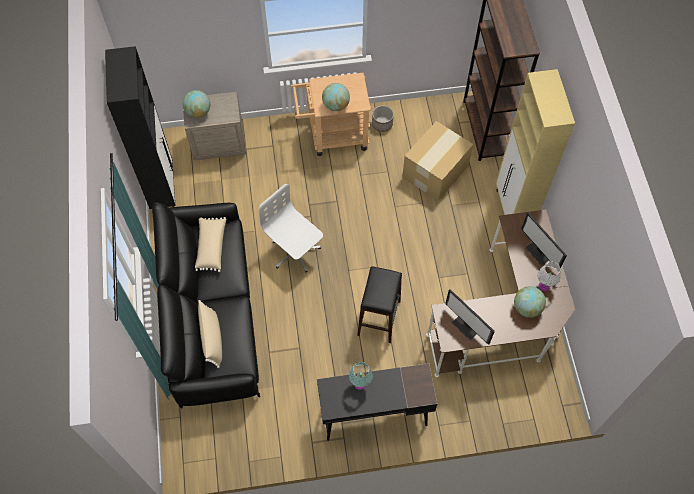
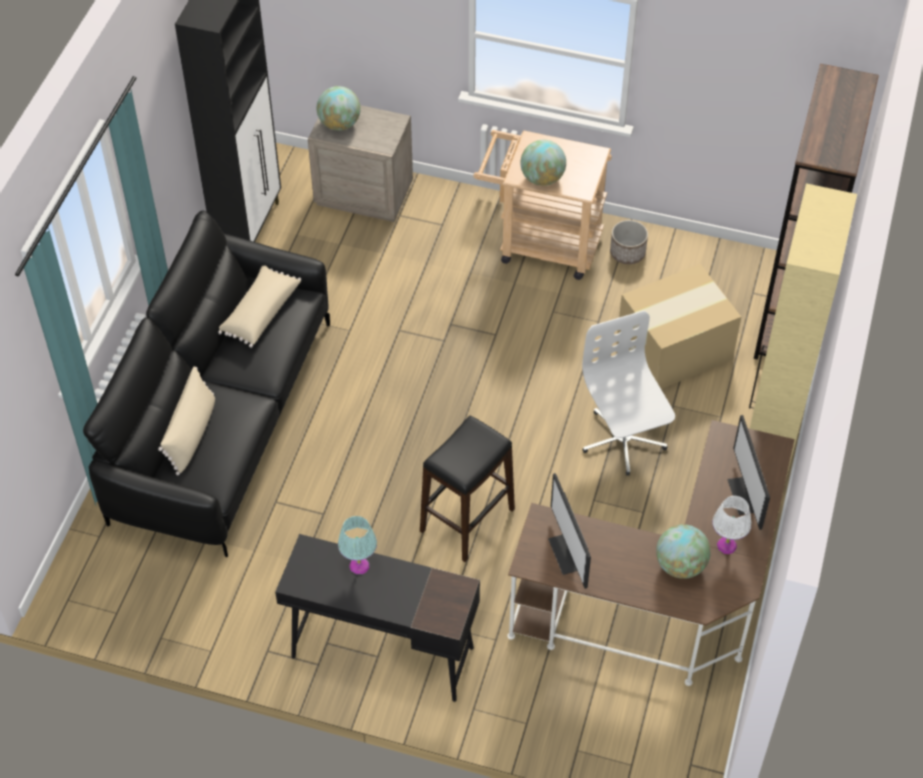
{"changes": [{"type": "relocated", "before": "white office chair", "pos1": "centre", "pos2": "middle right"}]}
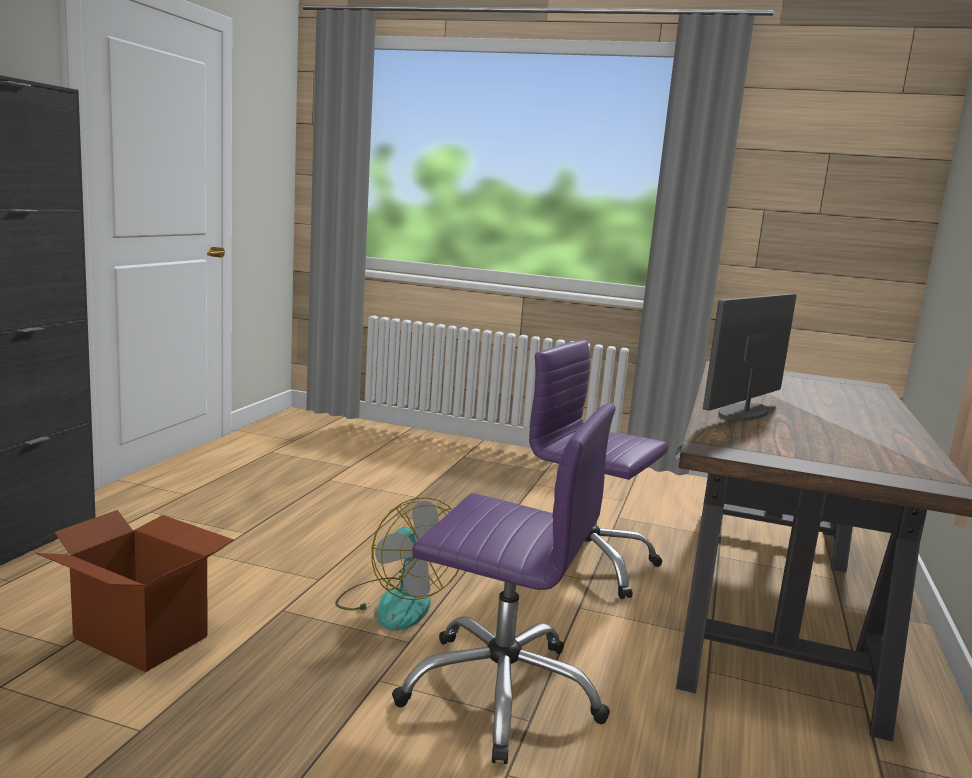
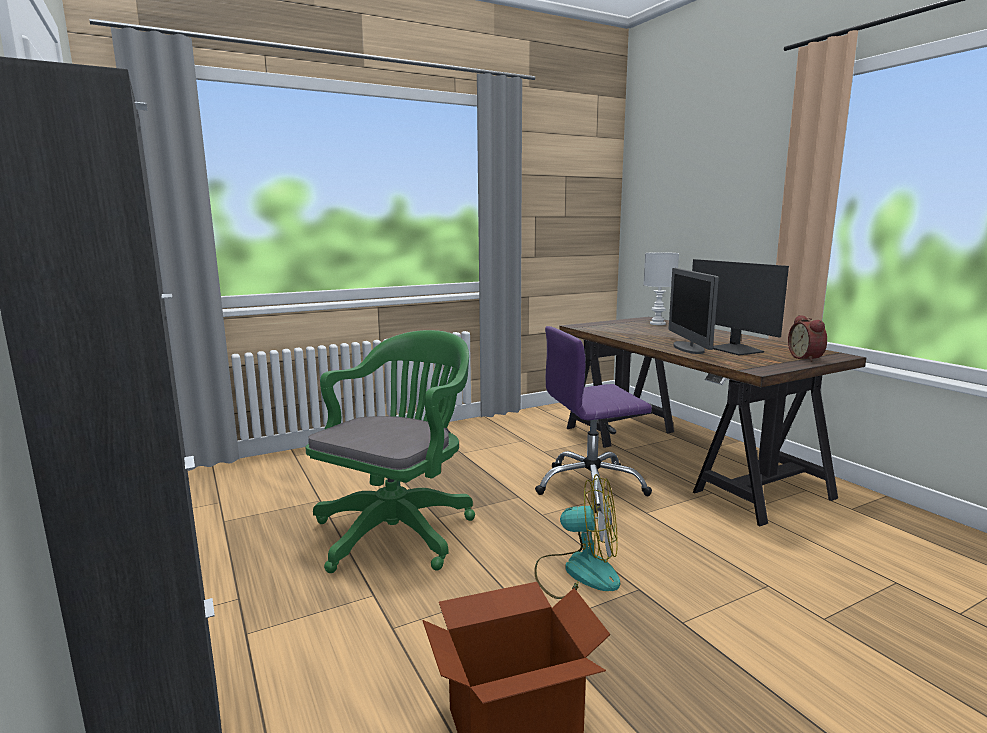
{"changes": [{"type": "missing", "before": "purple office chair (no. 1 from left)", "pos1": "bottom centre"}, {"type": "appeared", "after": "green office chair", "pos2": "centre"}, {"type": "appeared", "after": "white table lamp", "pos2": "middle right"}, {"type": "appeared", "after": "monitor (no. 2 from left)", "pos2": "middle right"}, {"type": "appeared", "after": "alarm clock", "pos2": "middle right"}]}
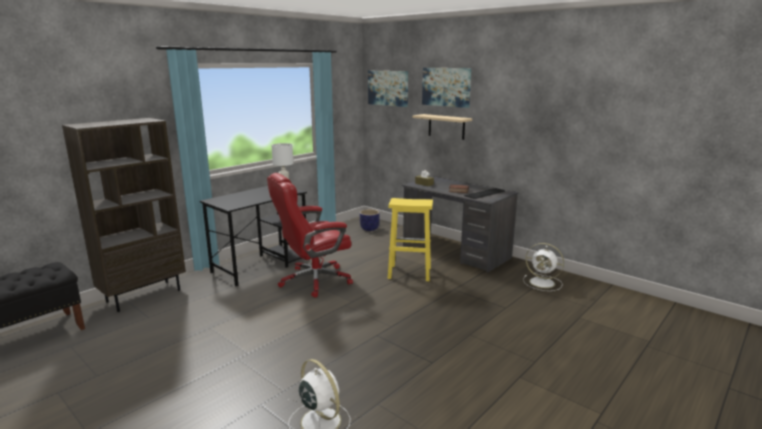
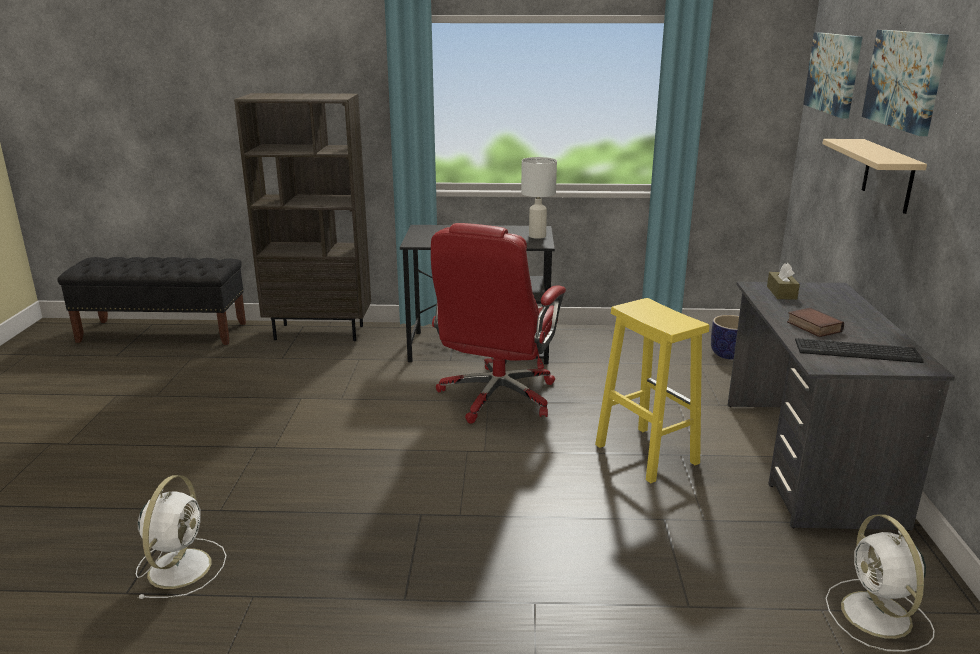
{"changes": [{"type": "spun", "before": "red office chair", "pos1": "centre", "pos2": "centre", "turn": -90}]}
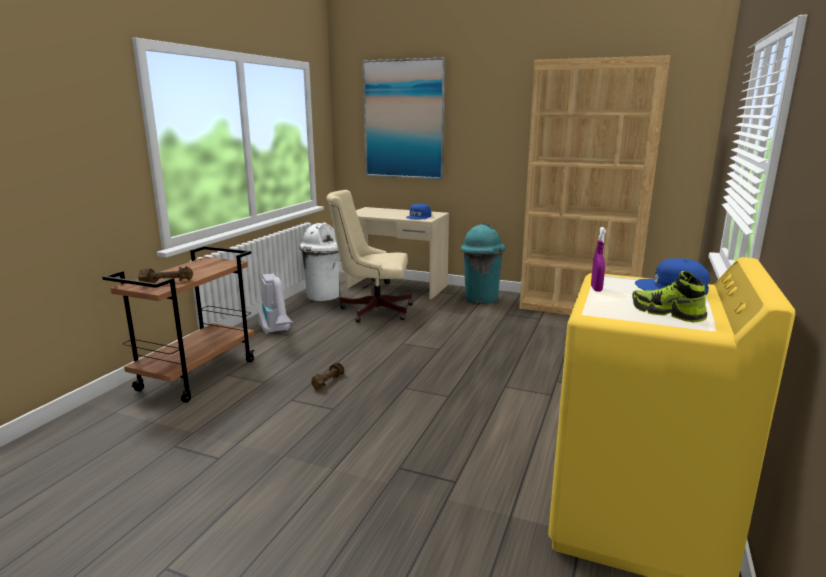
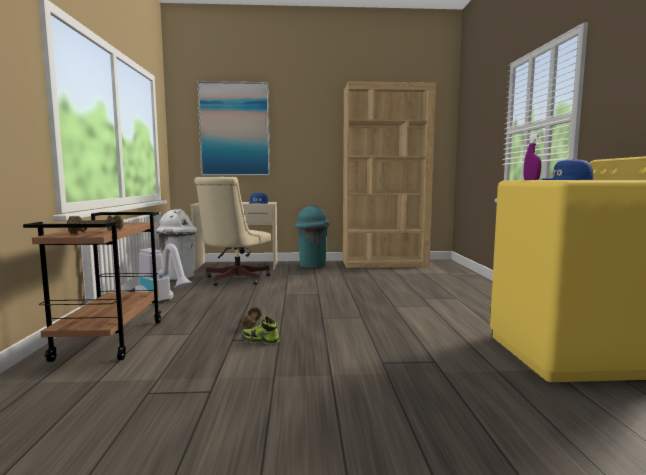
{"changes": [{"type": "relocated", "before": "shoe", "pos1": "middle right", "pos2": "bottom centre"}, {"type": "spun", "before": "beige office chair", "pos1": "centre", "pos2": "centre", "turn": -45}]}
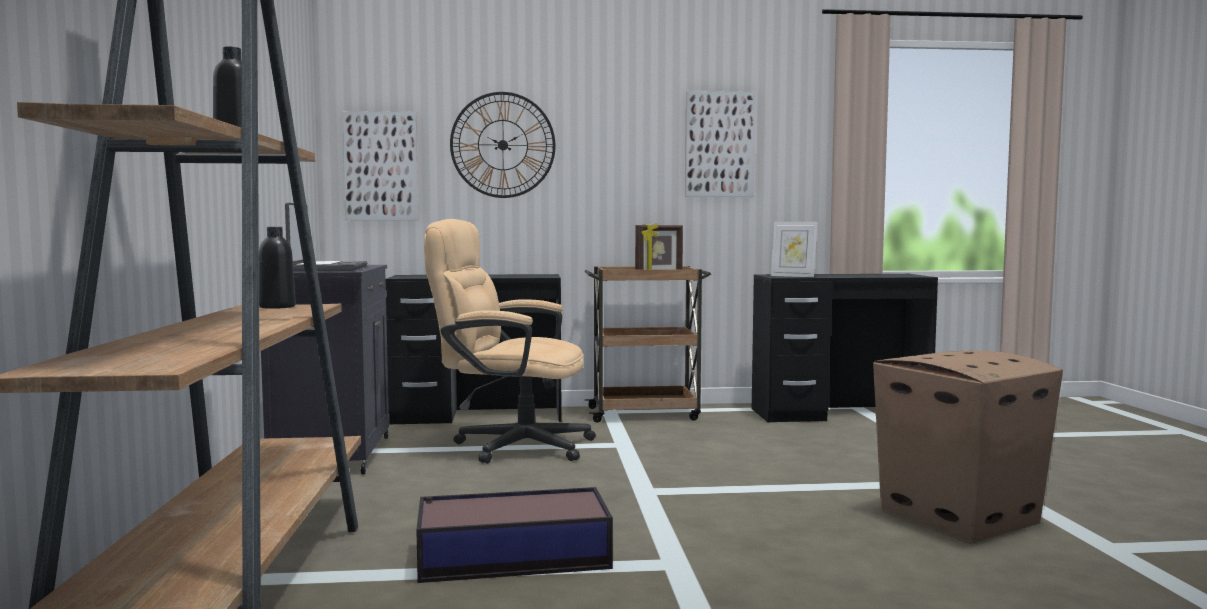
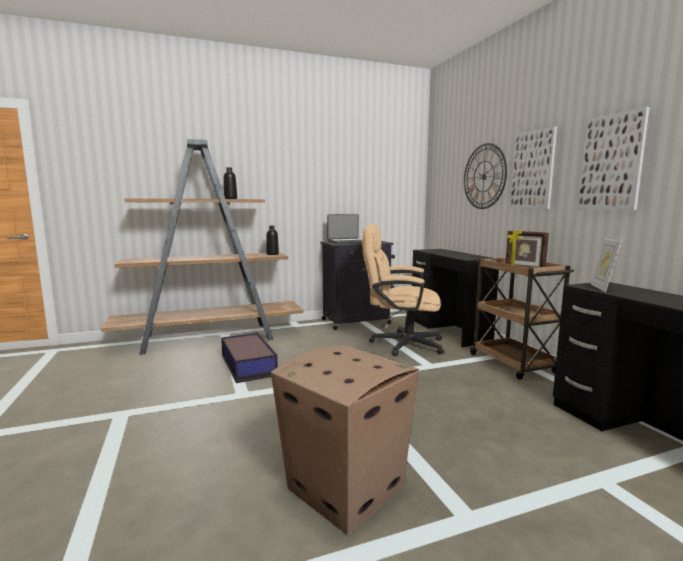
{"changes": [{"type": "relocated", "before": "picture (no. 1 from left)", "pos1": "top left", "pos2": "top right"}, {"type": "spun", "before": "beige office chair", "pos1": "centre", "pos2": "centre", "turn": -75}]}
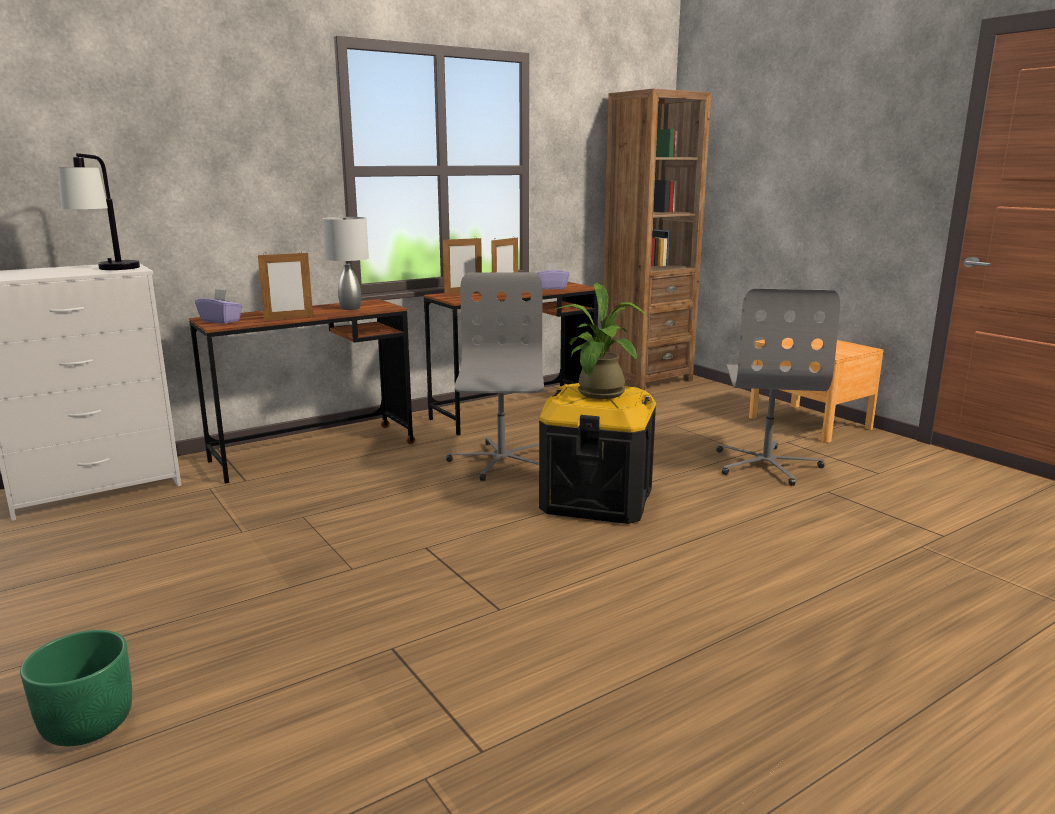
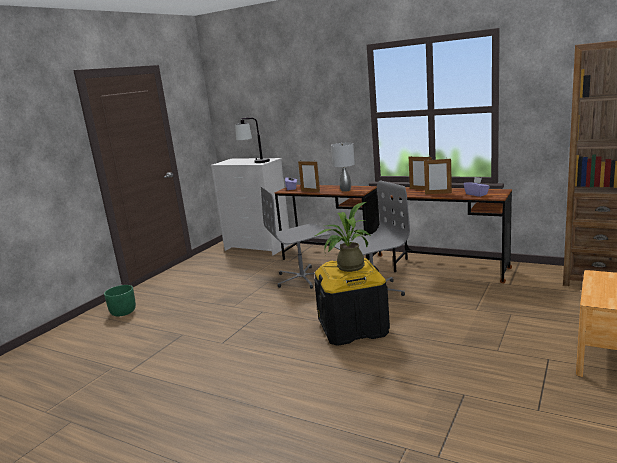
{"changes": [{"type": "relocated", "before": "grey office chair (no. 2 from left in the first image)", "after": "grey office chair (no. 1 from left)", "pos1": "middle right", "pos2": "centre"}]}
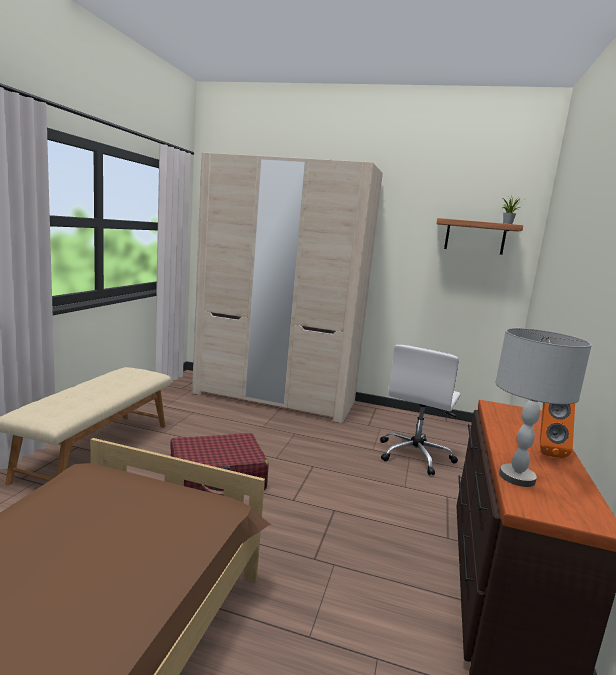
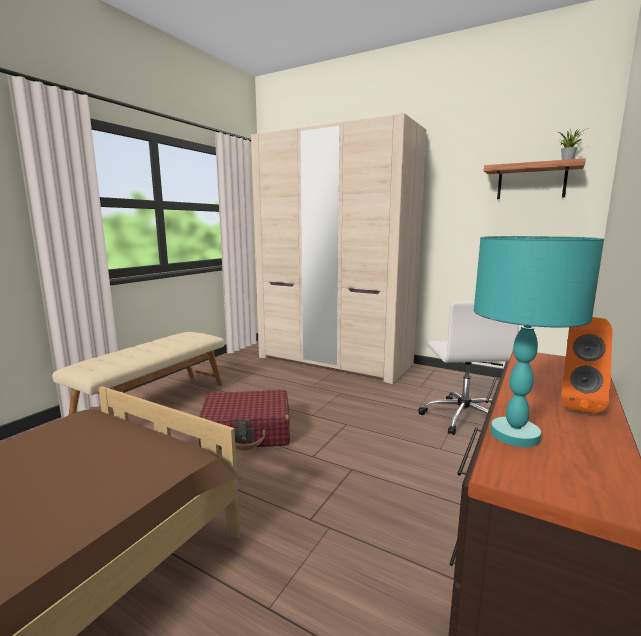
{"changes": [{"type": "colour", "before": "grey table lamp", "after": "turquoise table lamp", "pos1": "middle right", "pos2": "middle right"}, {"type": "spun", "before": "white office chair", "pos1": "middle right", "pos2": "middle right", "turn": -45}]}
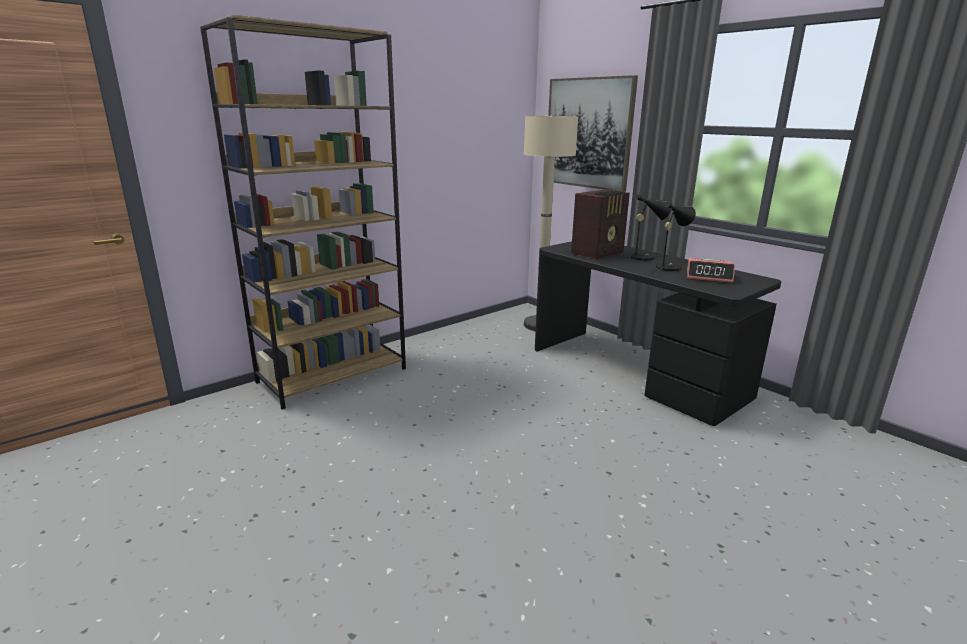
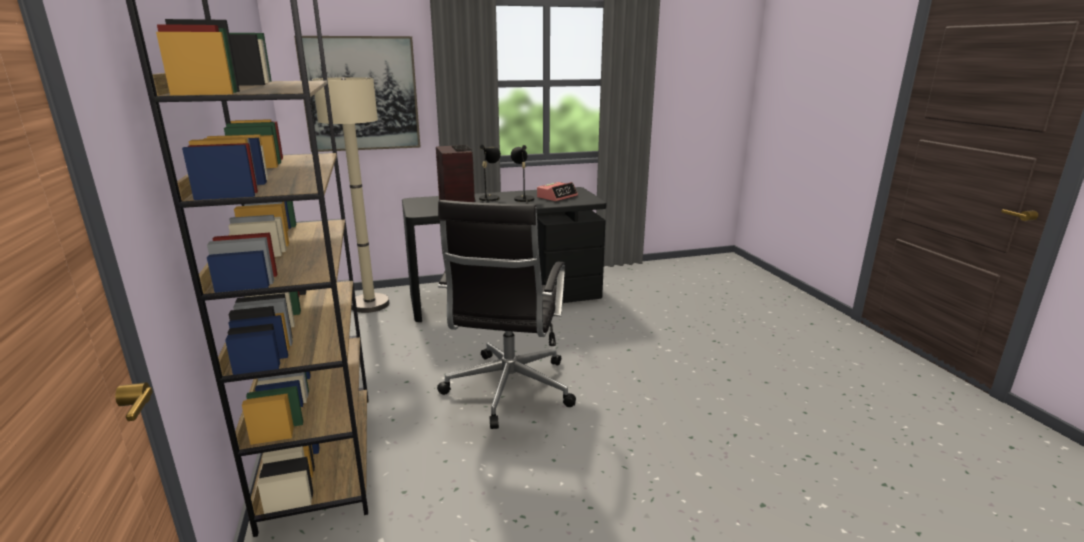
{"changes": [{"type": "appeared", "after": "black office chair", "pos2": "centre"}]}
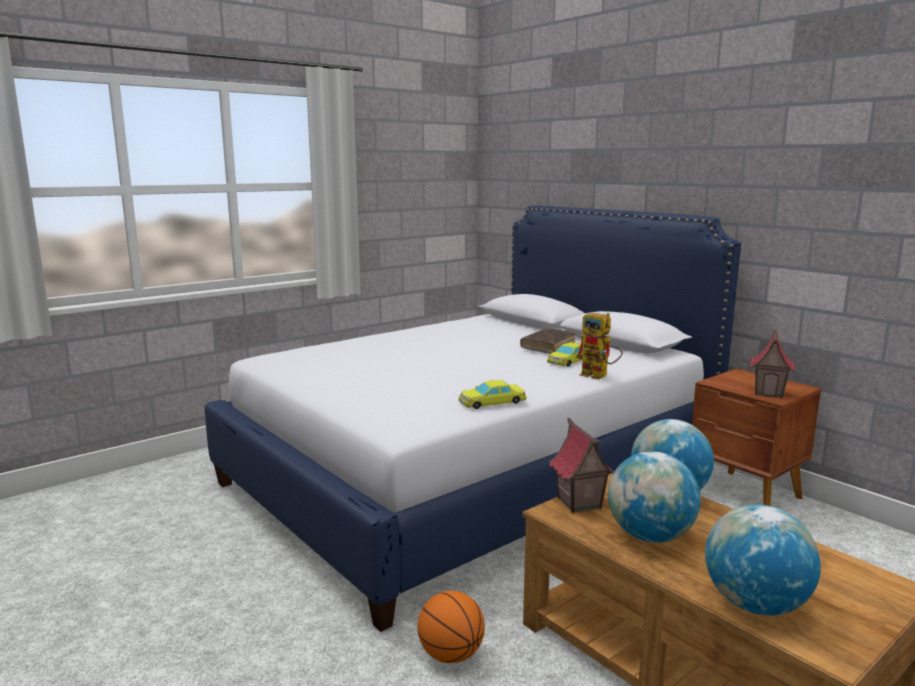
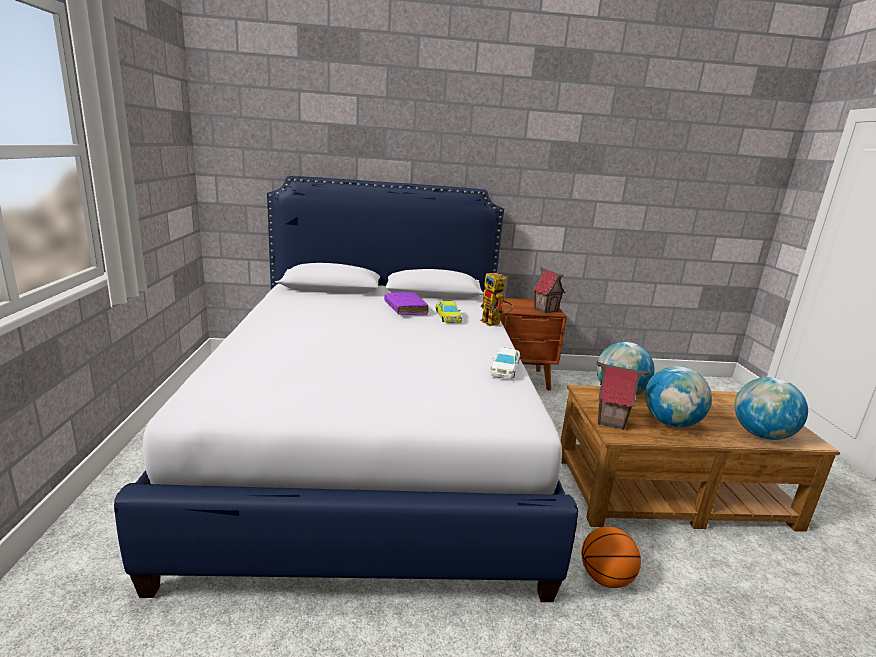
{"changes": [{"type": "colour", "before": "yellow toy car (no. 1 from left)", "after": "white toy car", "pos1": "centre", "pos2": "centre"}, {"type": "colour", "before": "brown book", "after": "purple book", "pos1": "centre", "pos2": "centre"}, {"type": "spun", "before": "toy robot", "pos1": "centre", "pos2": "centre", "turn": 75}]}
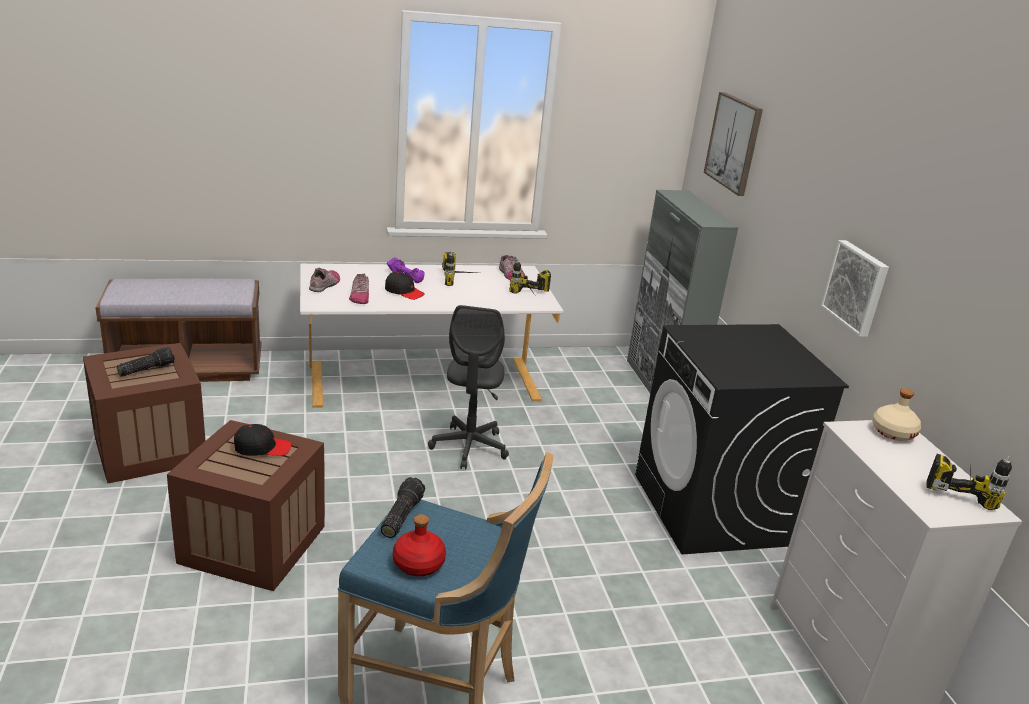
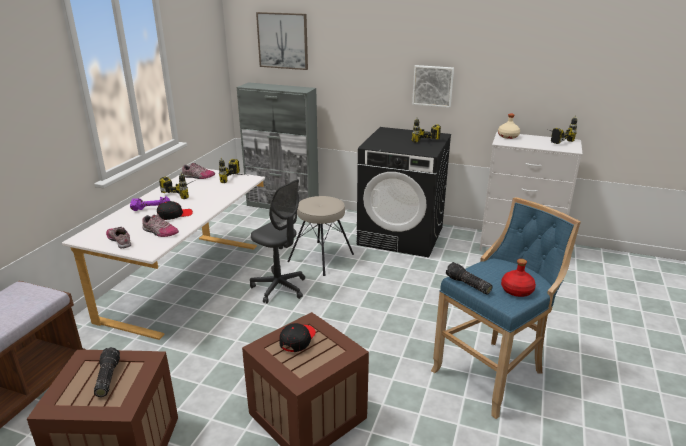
{"changes": [{"type": "appeared", "after": "beige stool", "pos2": "centre"}, {"type": "appeared", "after": "power drill (no. 3 from left)", "pos2": "top centre"}]}
